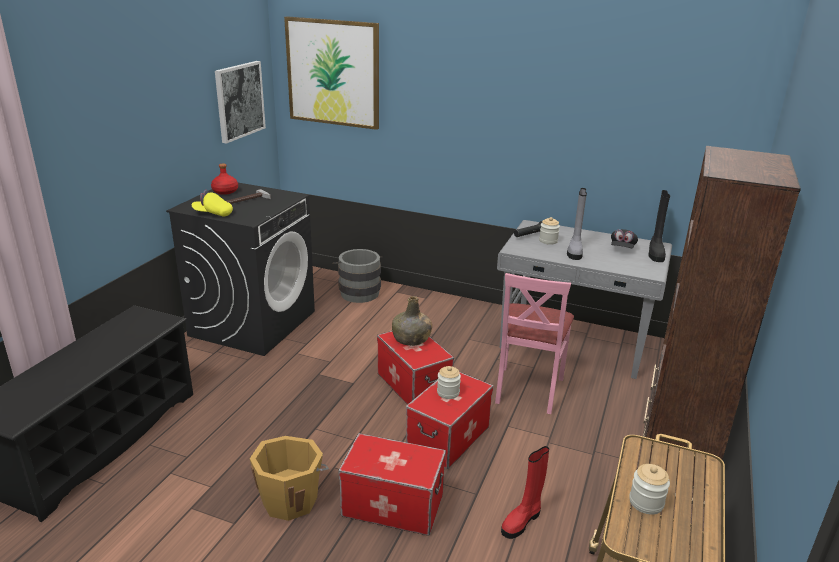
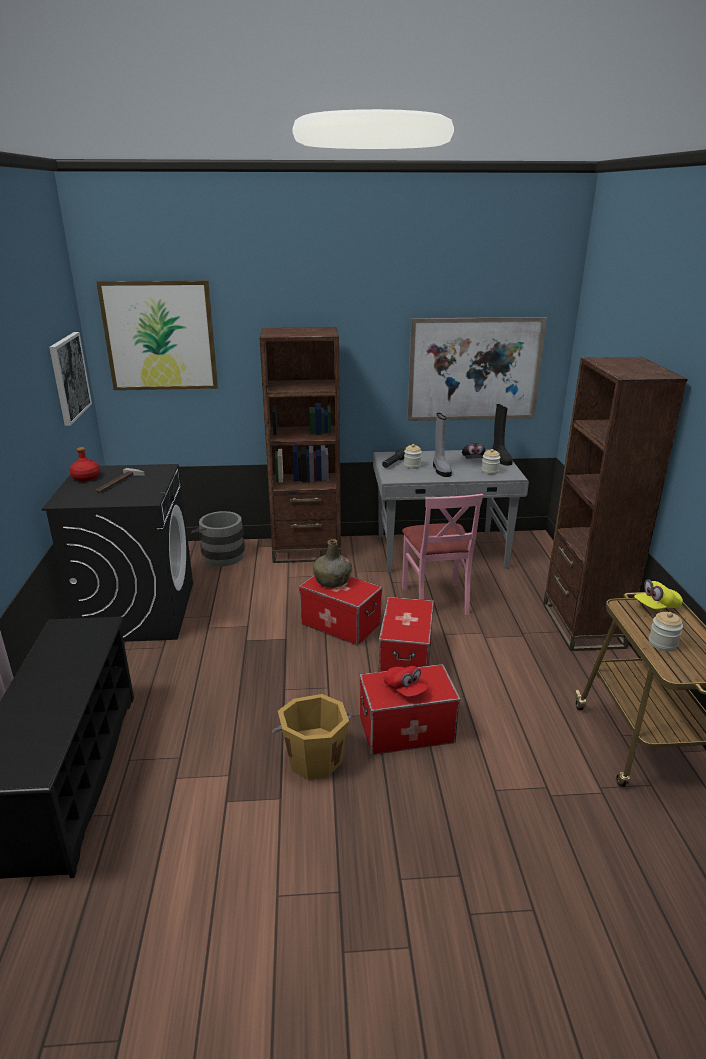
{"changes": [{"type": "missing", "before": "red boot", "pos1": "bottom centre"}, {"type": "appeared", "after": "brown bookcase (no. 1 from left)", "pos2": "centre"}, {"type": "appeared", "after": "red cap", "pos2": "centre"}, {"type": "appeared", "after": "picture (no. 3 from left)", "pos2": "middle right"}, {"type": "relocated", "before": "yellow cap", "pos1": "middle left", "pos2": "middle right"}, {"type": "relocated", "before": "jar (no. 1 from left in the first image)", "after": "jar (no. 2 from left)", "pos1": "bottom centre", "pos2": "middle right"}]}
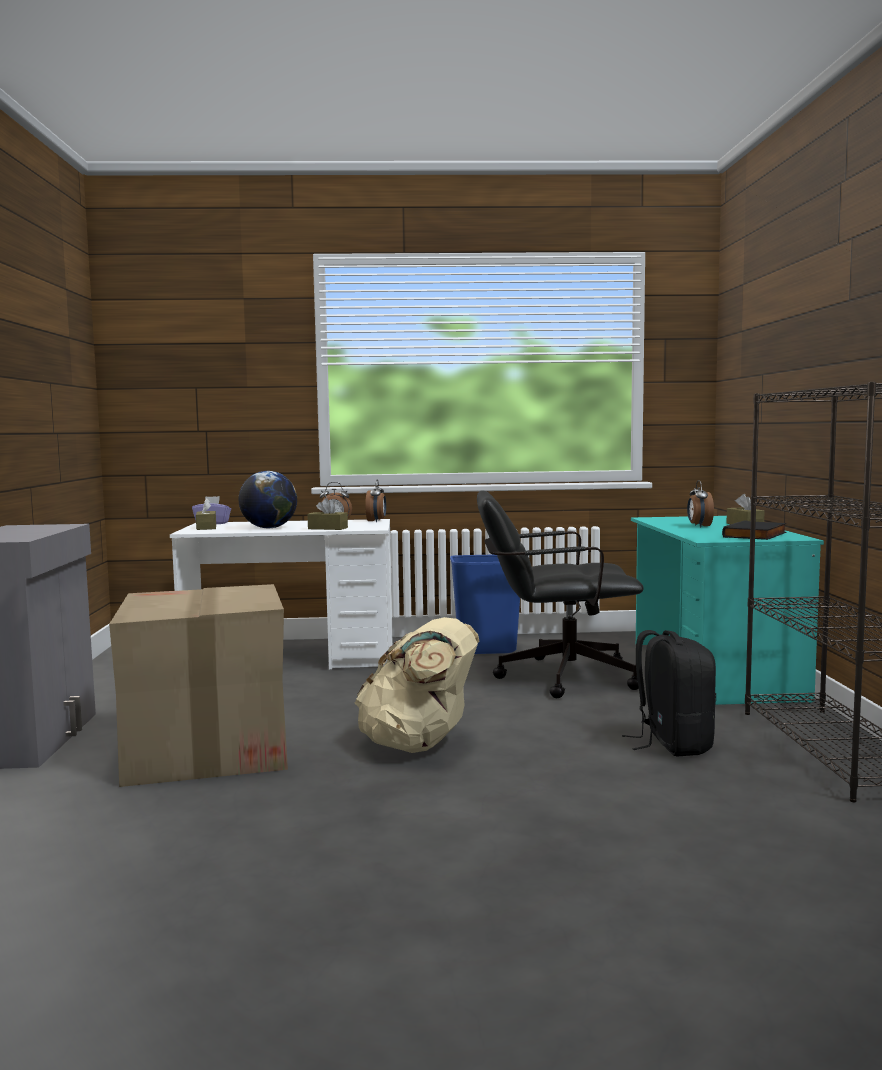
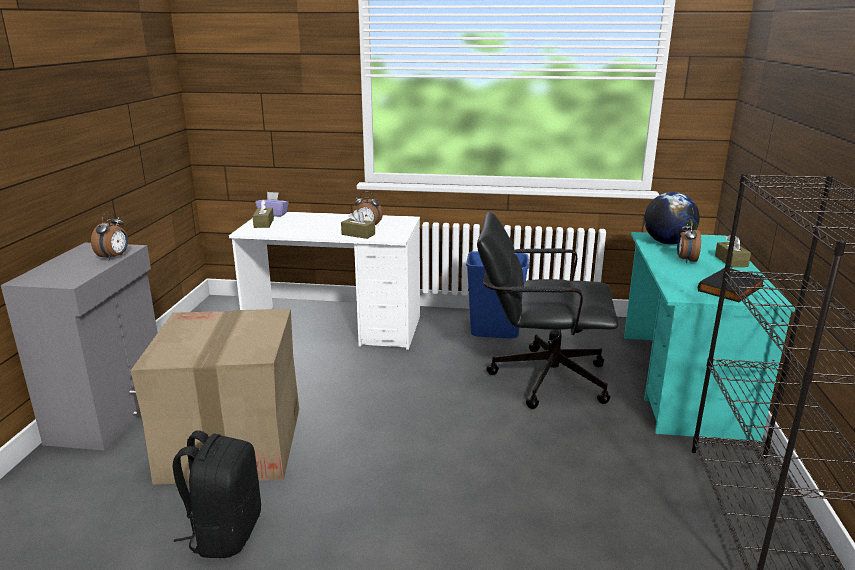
{"changes": [{"type": "missing", "before": "beige backpack", "pos1": "centre"}, {"type": "relocated", "before": "globe", "pos1": "middle left", "pos2": "middle right"}, {"type": "relocated", "before": "alarm clock (no. 2 from left in the first image)", "after": "alarm clock (no. 1 from left)", "pos1": "centre", "pos2": "middle left"}, {"type": "relocated", "before": "black backpack", "pos1": "middle right", "pos2": "bottom left"}]}
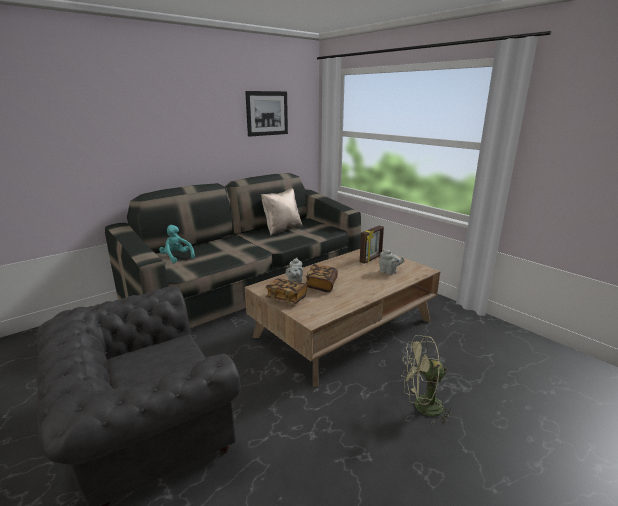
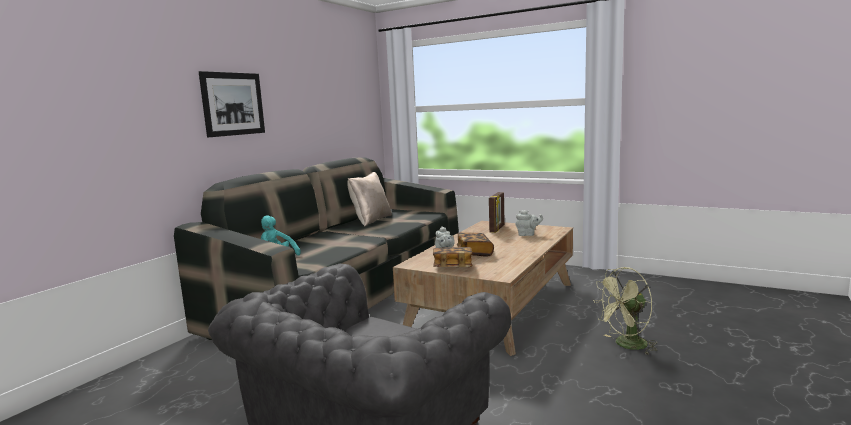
{"changes": [{"type": "relocated", "before": "picture", "pos1": "top centre", "pos2": "top left"}]}
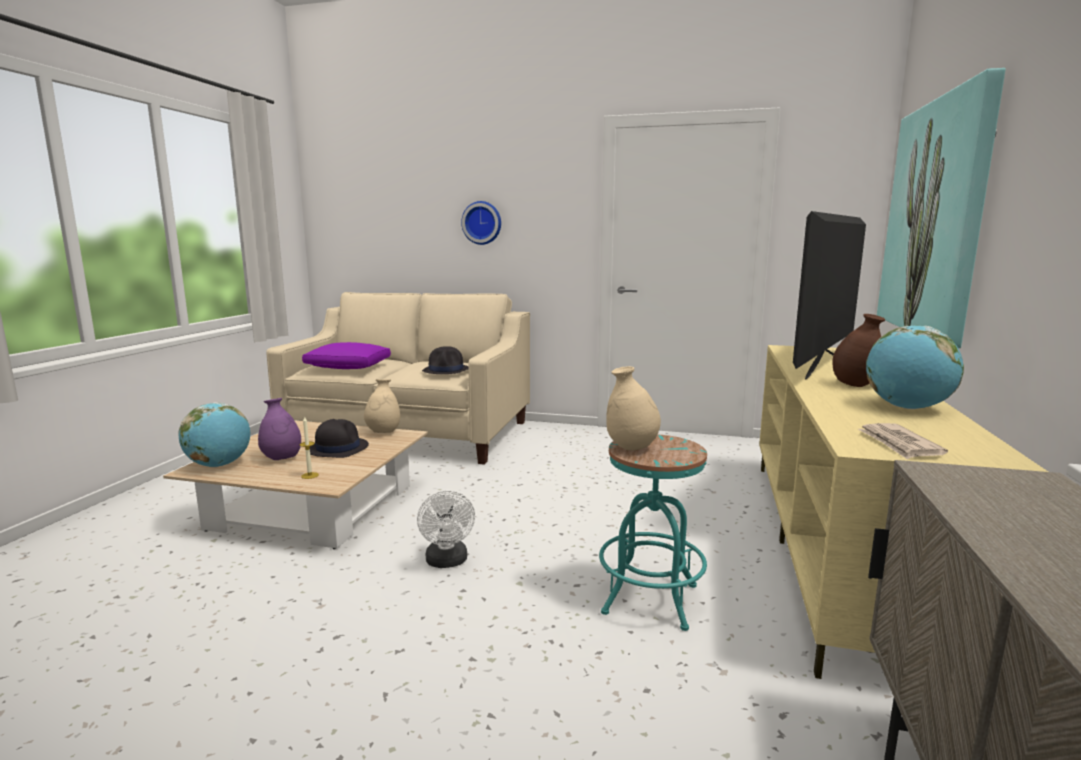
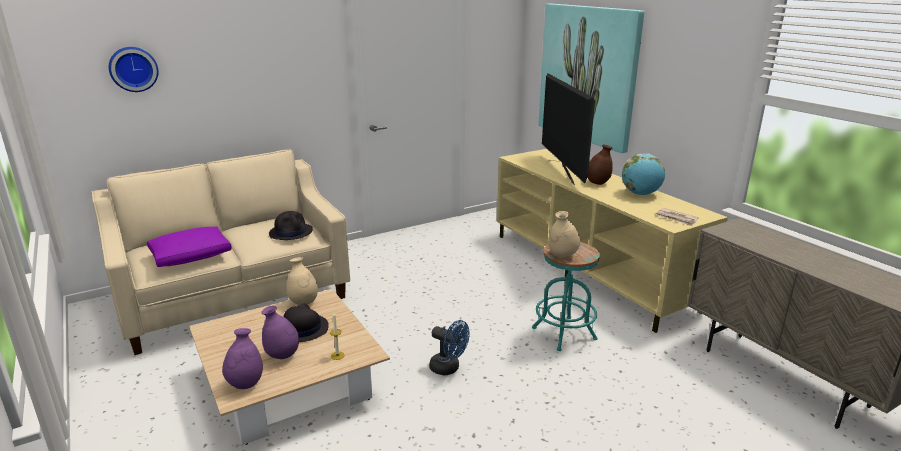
{"changes": [{"type": "relocated", "before": "wall clock", "pos1": "top centre", "pos2": "top left"}, {"type": "exchanged", "before": "globe (no. 1 from left)", "after": "purple vase (no. 1 from left)", "pos1": "middle left", "pos2": "bottom left"}, {"type": "colour", "before": "white fan", "after": "blue fan", "pos1": "bottom centre", "pos2": "bottom centre"}]}
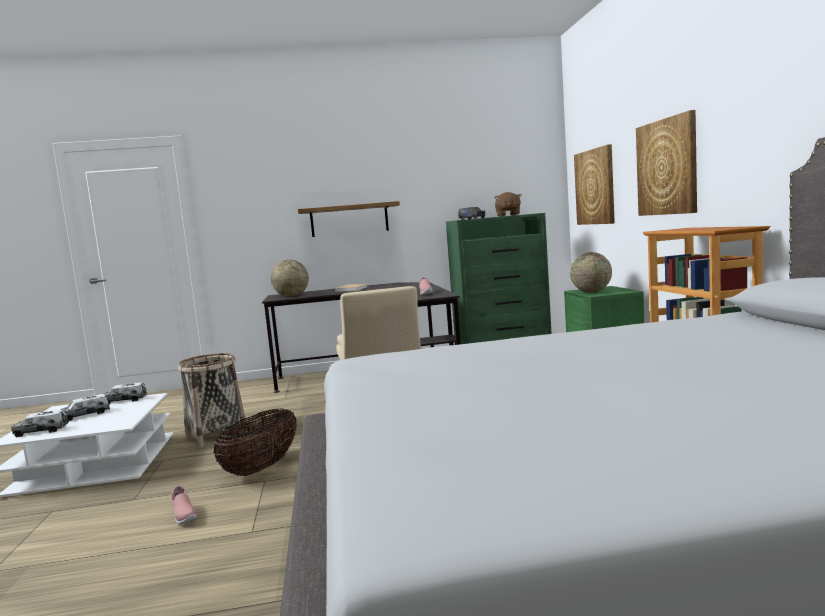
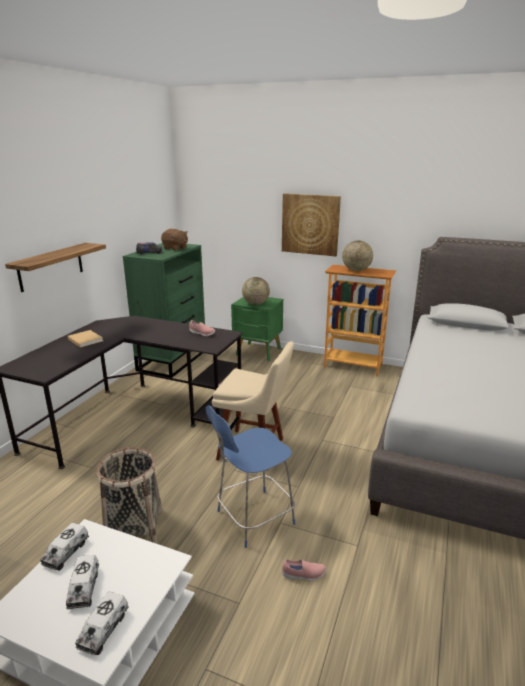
{"changes": [{"type": "missing", "before": "picture (no. 1 from left)", "pos1": "top right"}, {"type": "relocated", "before": "globe (no. 1 from left in the first image)", "after": "globe (no. 2 from left)", "pos1": "centre", "pos2": "middle right"}, {"type": "exchanged", "before": "basket (no. 2 from left)", "after": "blue stool", "pos1": "bottom left", "pos2": "bottom centre"}]}
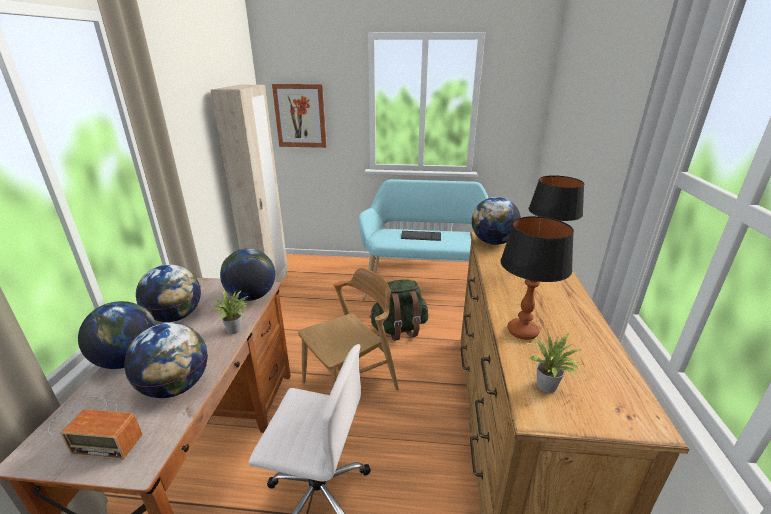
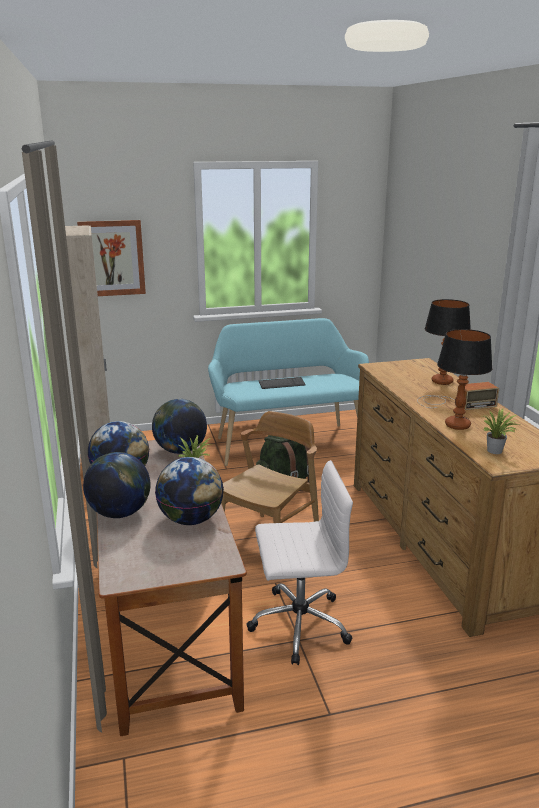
{"changes": [{"type": "missing", "before": "globe (no. 5 from left)", "pos1": "centre"}, {"type": "relocated", "before": "radio", "pos1": "bottom left", "pos2": "middle right"}]}
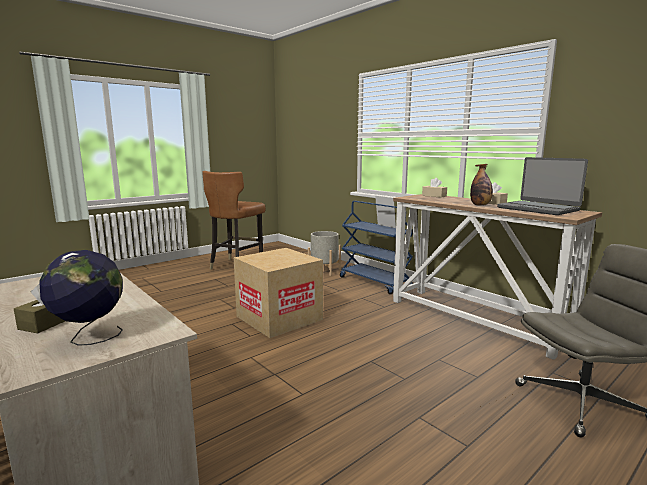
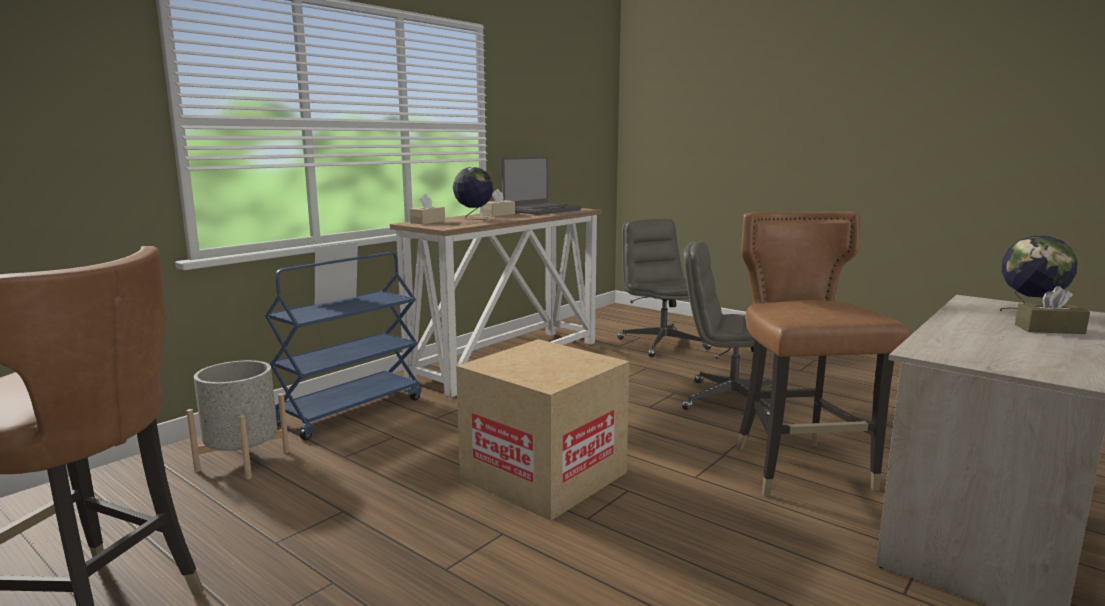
{"changes": [{"type": "missing", "before": "bottle", "pos1": "middle right"}, {"type": "appeared", "after": "globe (no. 1 from left)", "pos2": "top centre"}, {"type": "appeared", "after": "grey office chair (no. 2 from left)", "pos2": "centre"}, {"type": "appeared", "after": "brown chair (no. 2 from left)", "pos2": "middle right"}]}
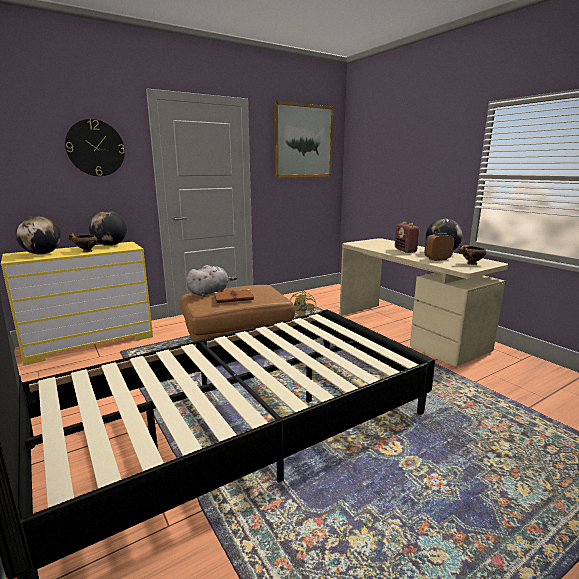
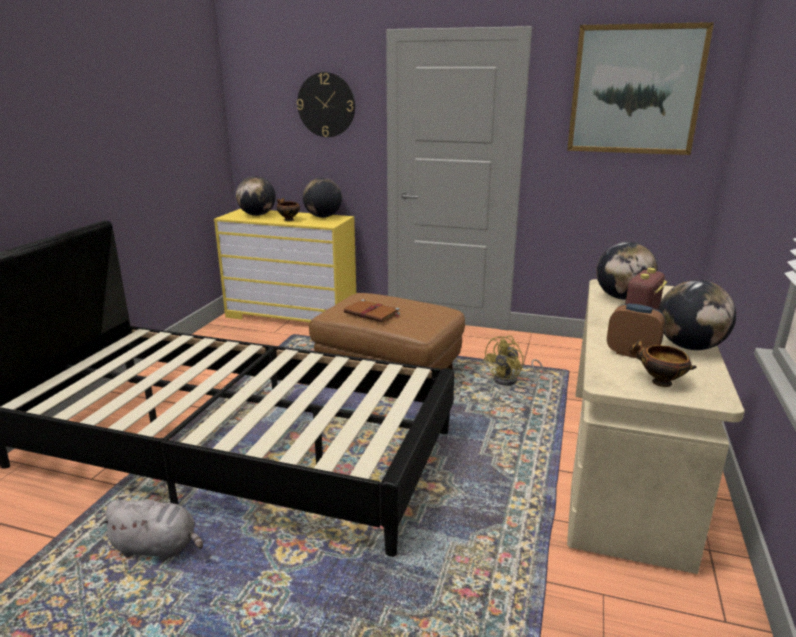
{"changes": [{"type": "appeared", "after": "globe (no. 3 from left)", "pos2": "middle right"}, {"type": "relocated", "before": "grey plush toy", "pos1": "centre", "pos2": "bottom left"}]}
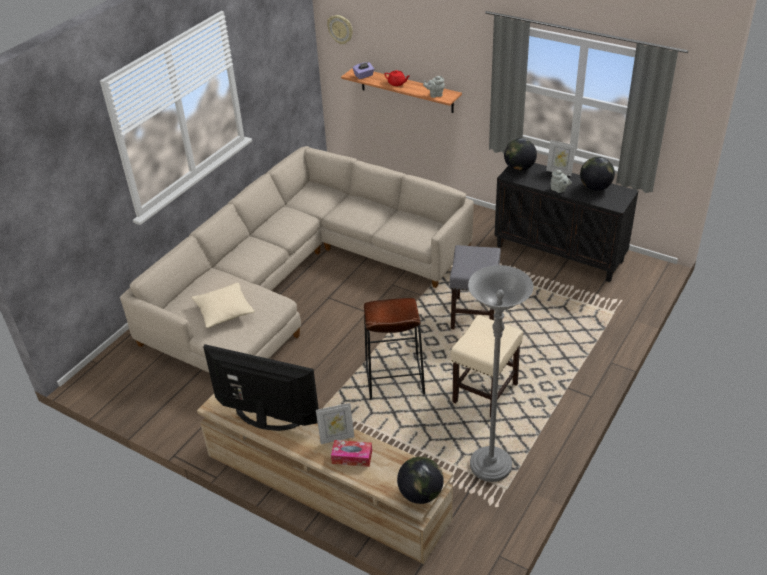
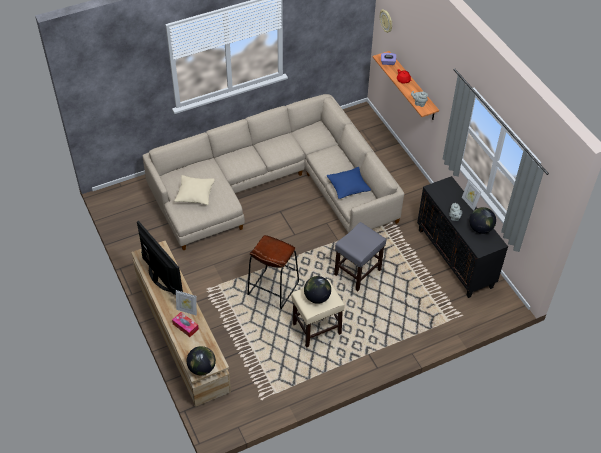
{"changes": [{"type": "missing", "before": "grey floor lamp", "pos1": "centre"}, {"type": "appeared", "after": "blue pillow", "pos2": "centre"}, {"type": "relocated", "before": "globe (no. 2 from left)", "pos1": "top right", "pos2": "centre"}]}
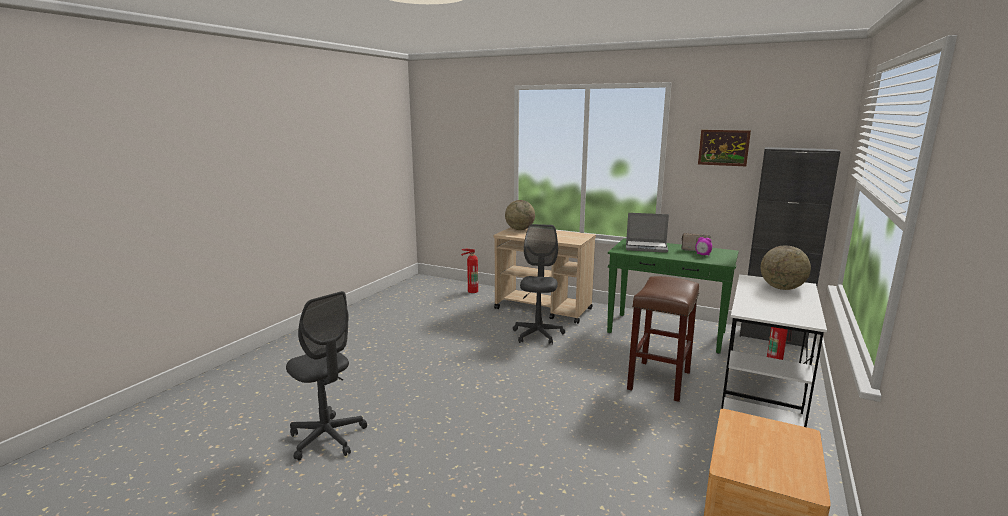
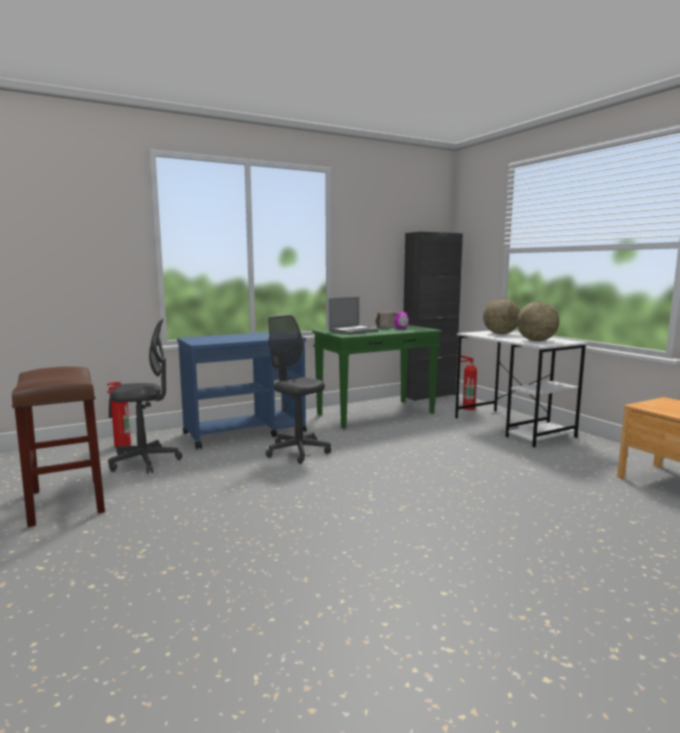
{"changes": [{"type": "missing", "before": "picture", "pos1": "top right"}, {"type": "relocated", "before": "grey office chair (no. 1 from left)", "pos1": "bottom left", "pos2": "middle left"}, {"type": "relocated", "before": "globe (no. 1 from left in the first image)", "after": "globe (no. 2 from left)", "pos1": "centre", "pos2": "middle right"}, {"type": "relocated", "before": "brown stool", "pos1": "centre", "pos2": "middle left"}, {"type": "colour", "before": "beige cart", "after": "blue cart", "pos1": "centre", "pos2": "centre"}]}
